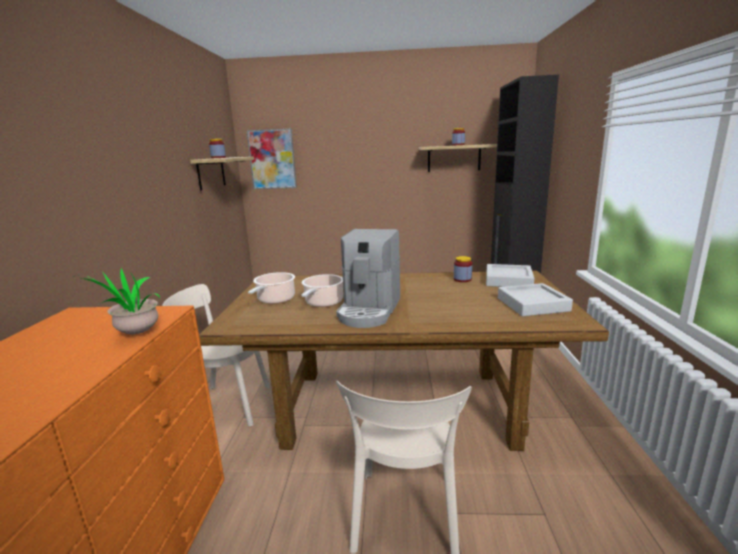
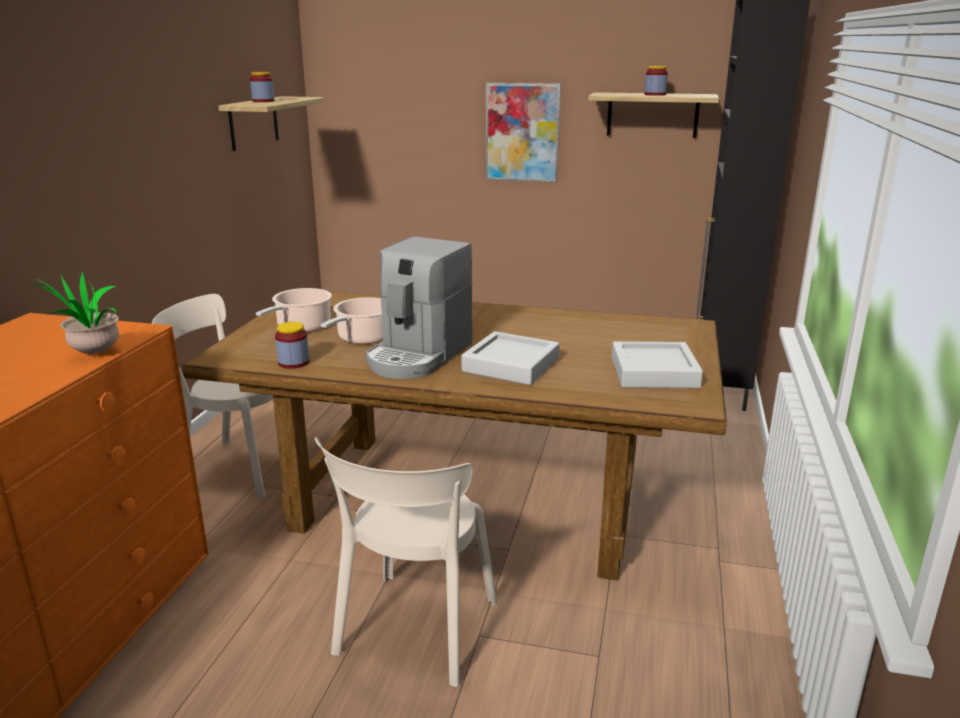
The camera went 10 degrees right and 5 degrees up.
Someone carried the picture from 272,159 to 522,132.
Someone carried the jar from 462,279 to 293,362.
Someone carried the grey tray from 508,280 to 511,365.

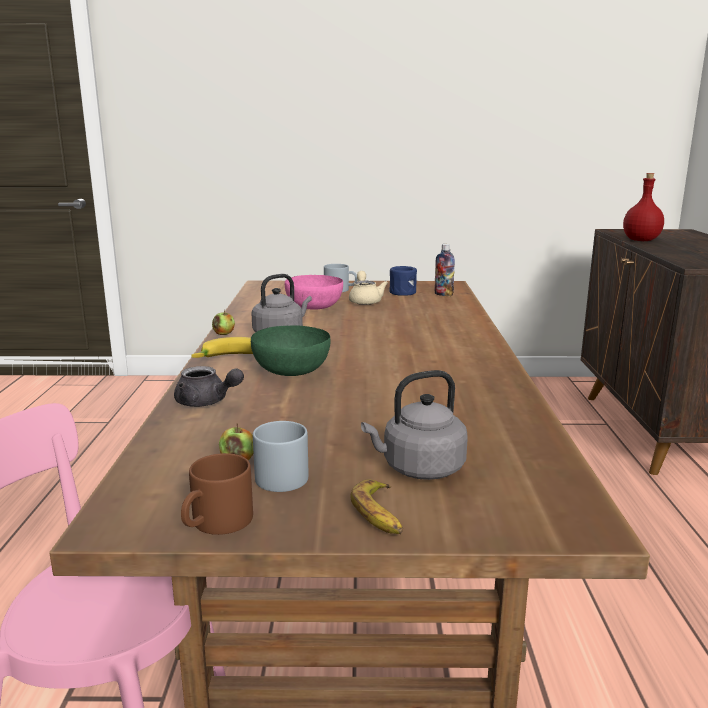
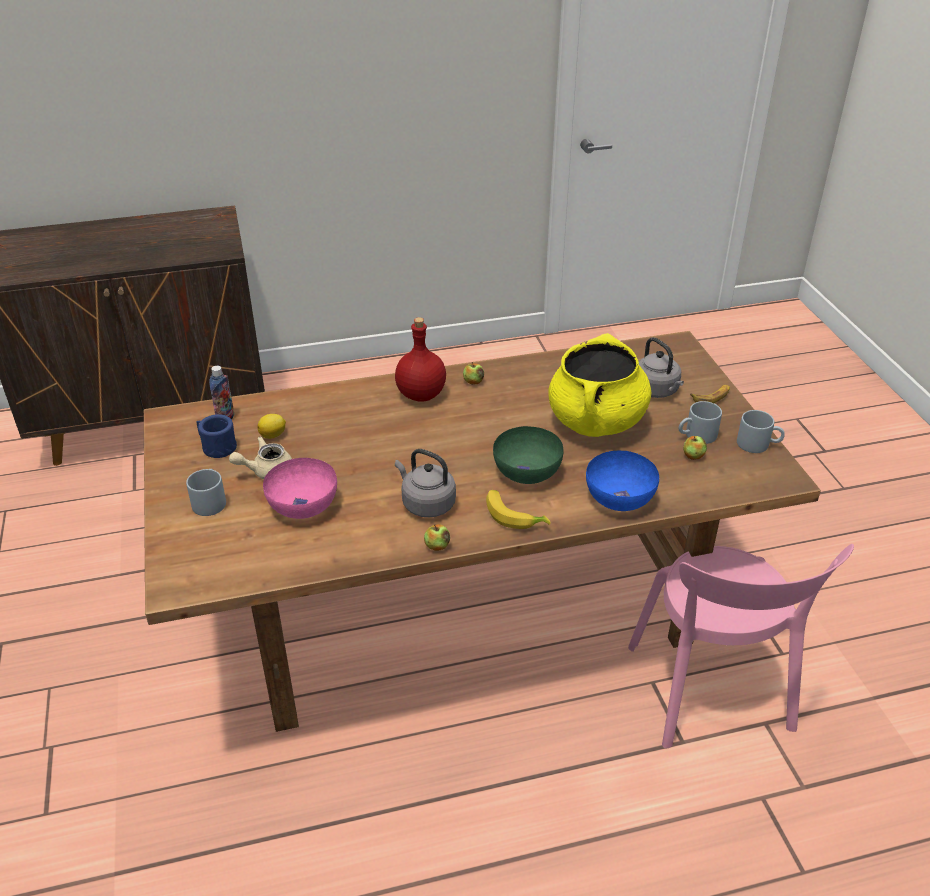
The camera went 105 degrees left and 20 degrees up.
Someone swapped the grey teapot at 206,402 for the blue bowl at 618,497.
Someone repainted the brown mug at 216,524, which became the grey mug at 758,444.
Someone carried the red bottle from 641,240 to 422,394.
Someone put down the lemon at 273,435.
Someone put down the apple at 473,381.
Someone put down the yellow cooking pot at 596,421.

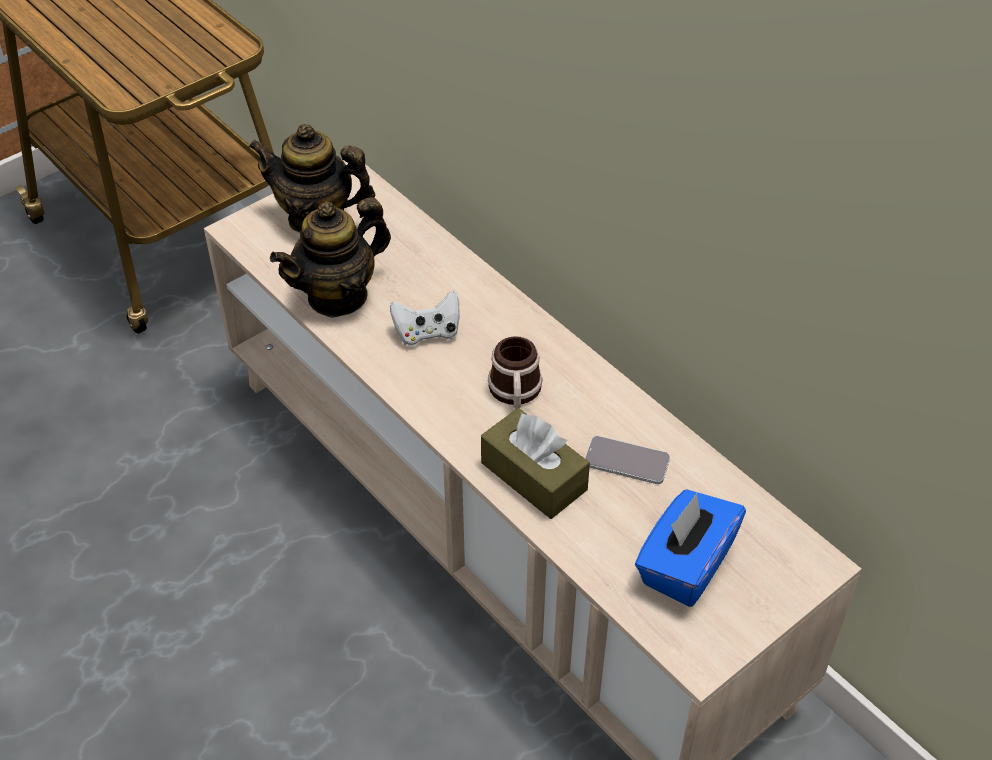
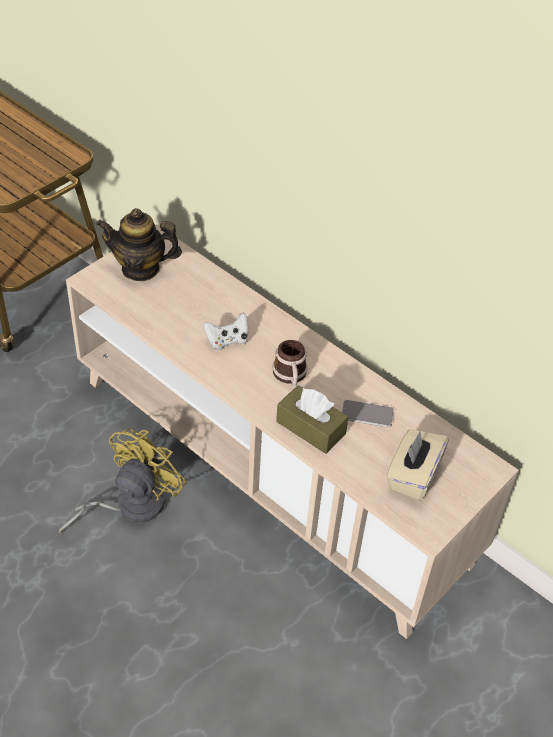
The camera went 10 degrees left and 0 degrees up.
Someone took away the teapot at 338,296.
Someone repainted the blue tissue box at 685,565, which became the beige tissue box at 412,476.
Someone put down the yellow fan at 130,505.

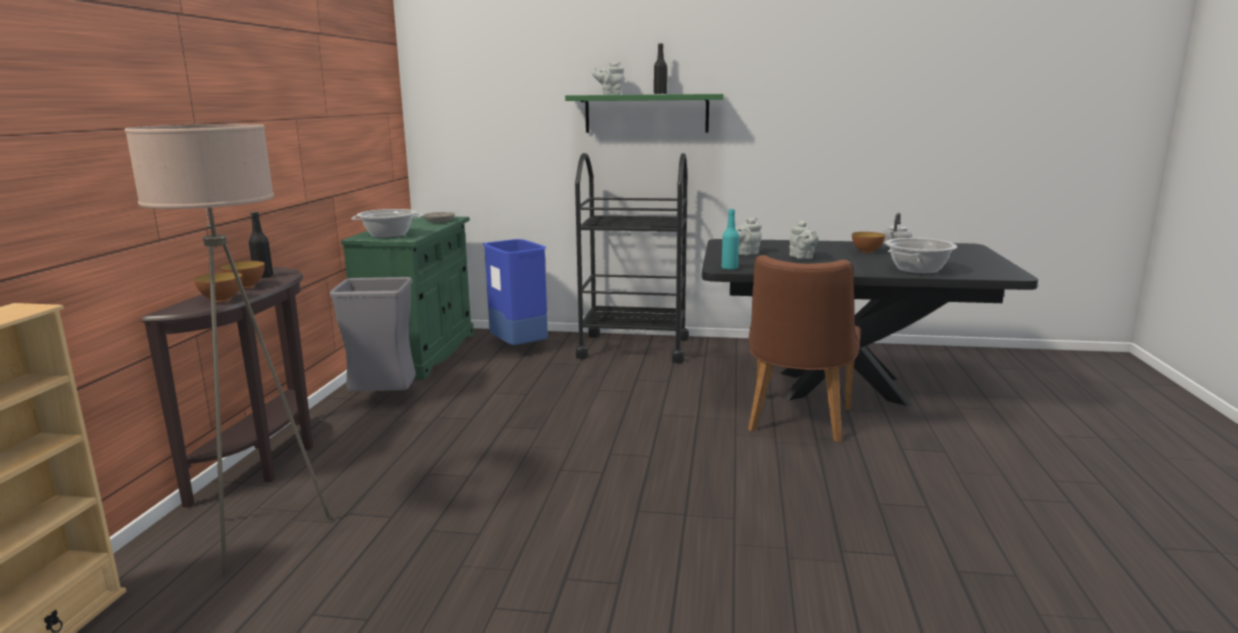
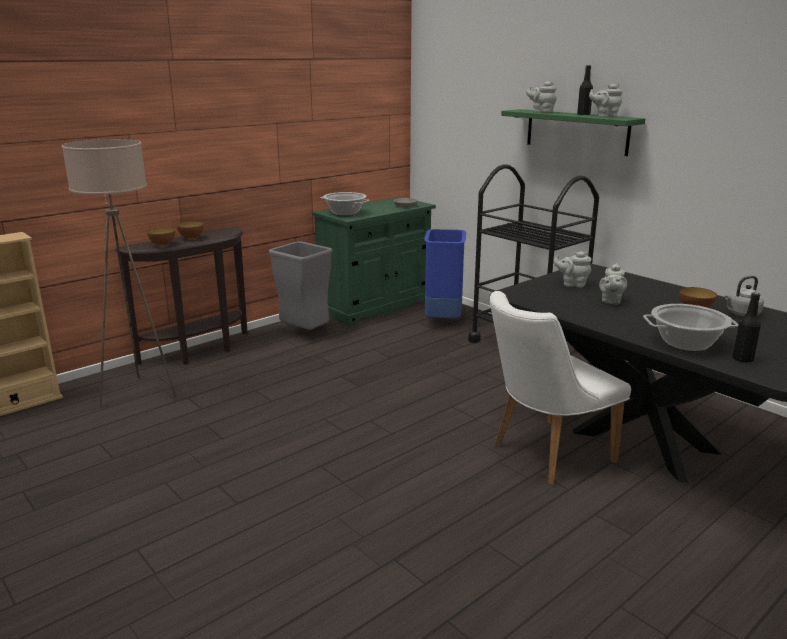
The camera went 40 degrees right and 5 degrees up.
Someone carried the black bottle from 263,276 to 742,359.
Someone took away the turquoise bottle at 729,268.
Someone repainted the brown chair at 796,423, which became the white chair at 543,454.
Someone put down the grey teapot at 605,116.

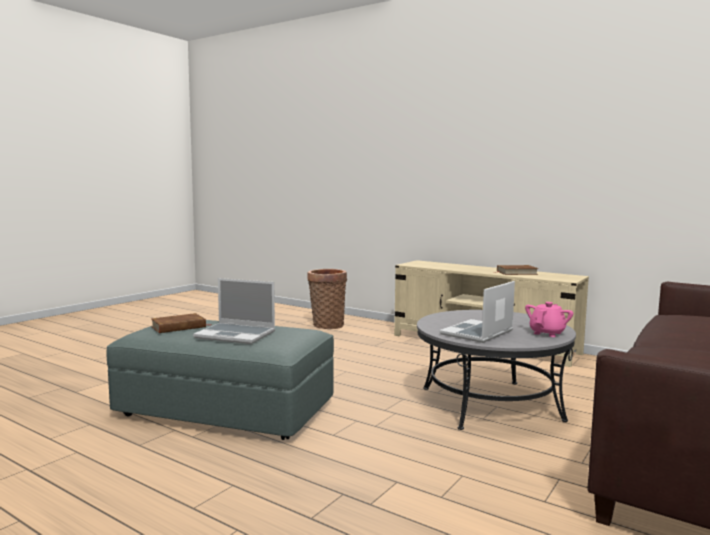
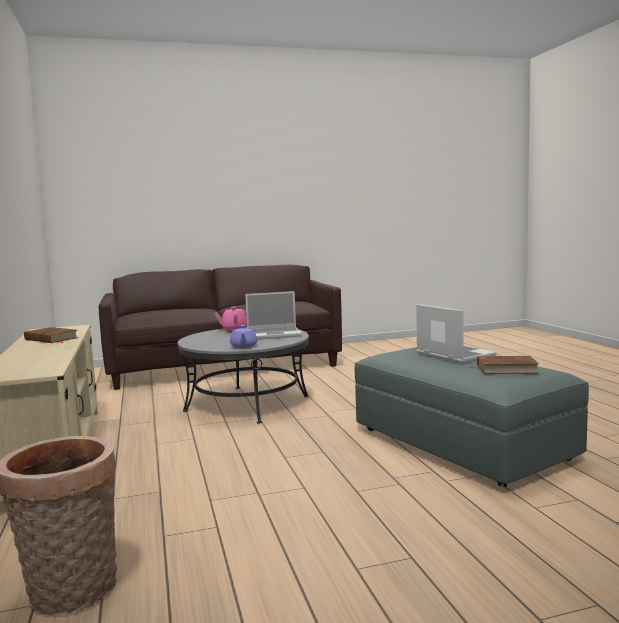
The camera went 140 degrees left and 0 degrees up.
Someone put down the purple teapot at 243,346.

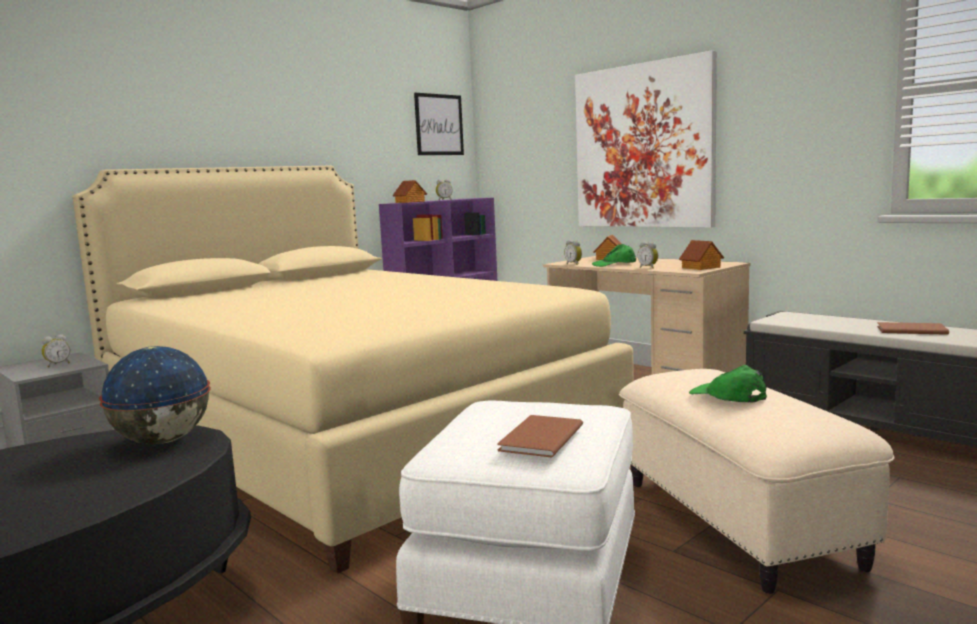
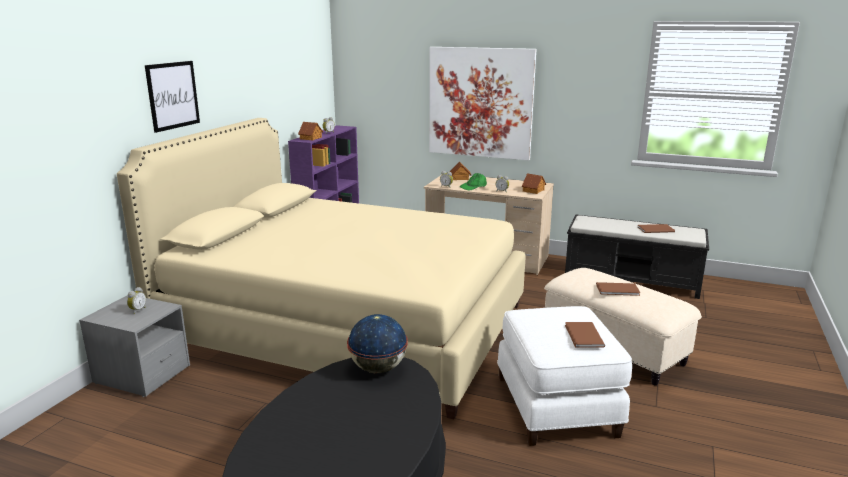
The camera went 25 degrees left and 10 degrees up.
Someone carried the picture from 439,124 to 173,95.
Someone swapped the green cap at 727,396 for the brown book at 619,290.

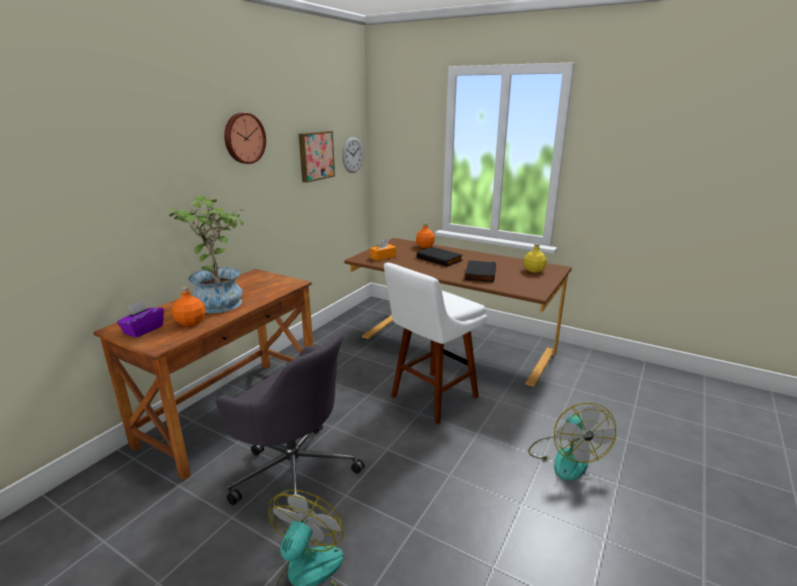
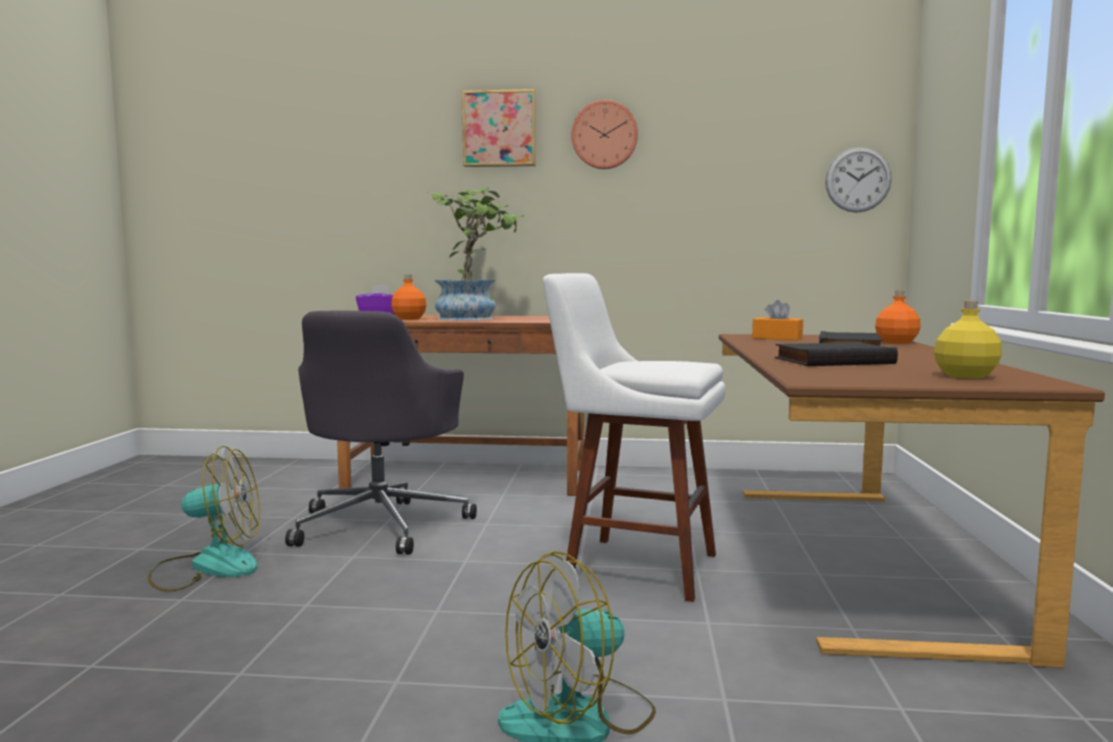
The camera went 65 degrees right and 15 degrees down.
Someone carried the picture from 315,156 to 499,129.

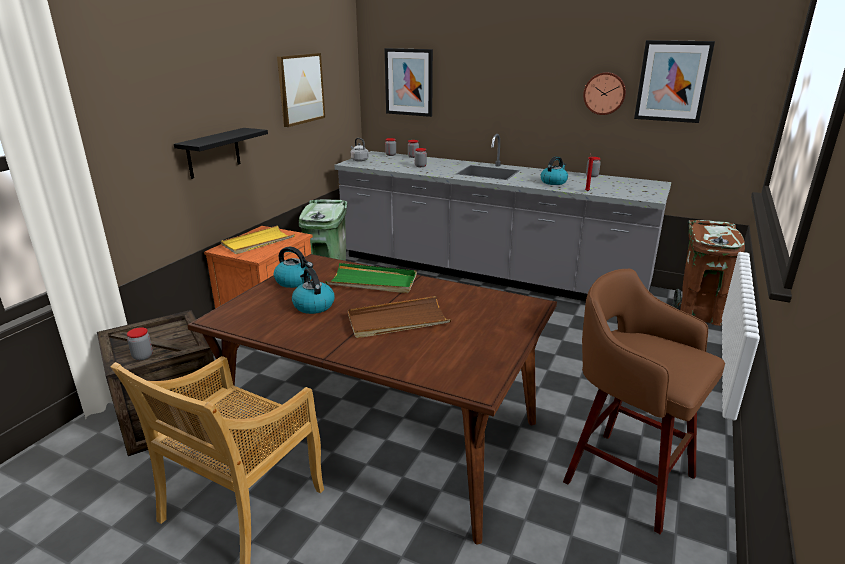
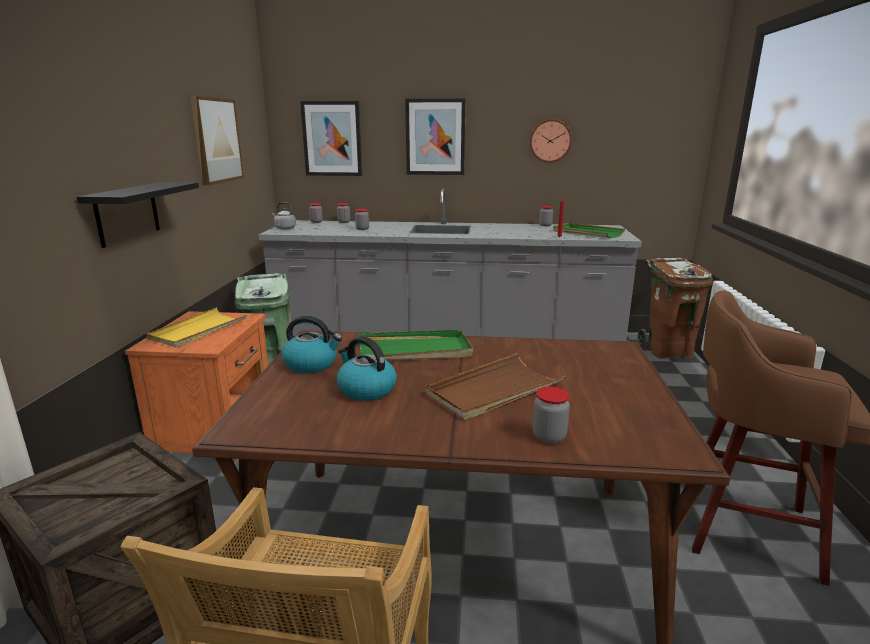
The camera went 20 degrees left and 5 degrees down.
Someone carried the jar from 142,356 to 549,437.
Someone took away the kettle at 553,182.
Someone carried the picture from 672,81 to 435,137.
Someone put down the green tray at 587,233.

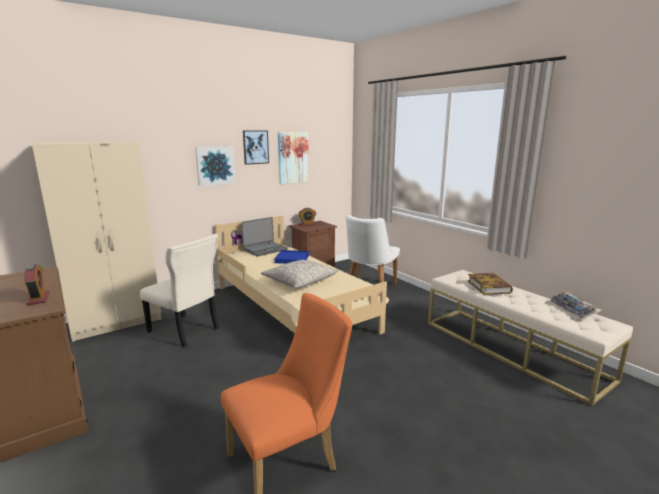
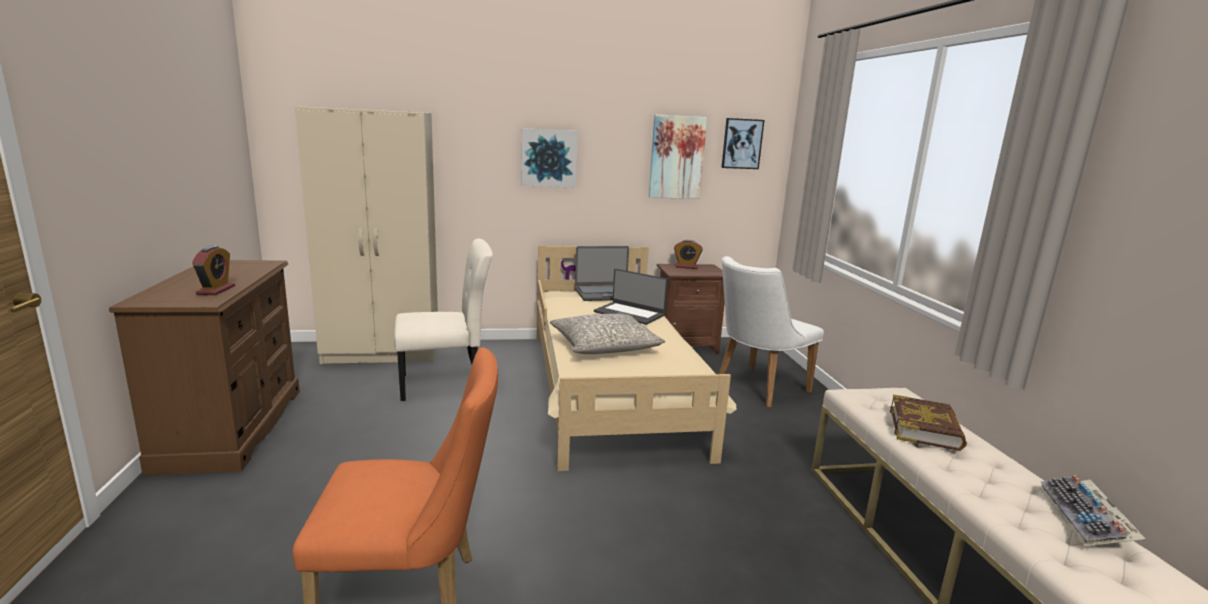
The camera went 25 degrees right and 0 degrees up.
Someone rotated the beige chair at 185,331 by 75 degrees counterclockwise.
Someone carried the picture from 255,147 to 742,143.
Someone swapped the blue tray at 292,259 for the laptop at 629,313.

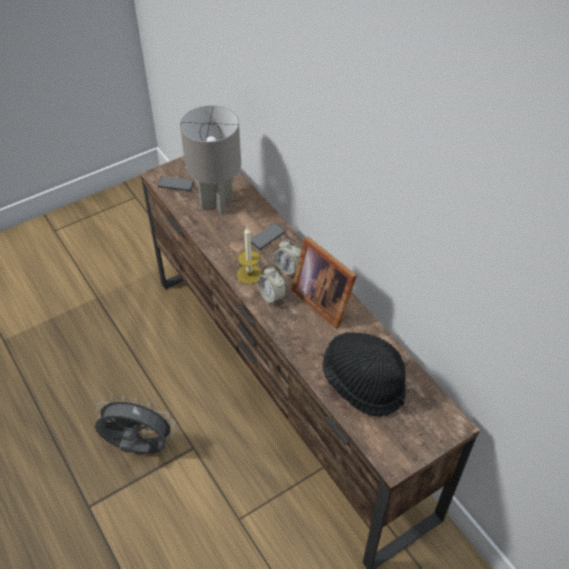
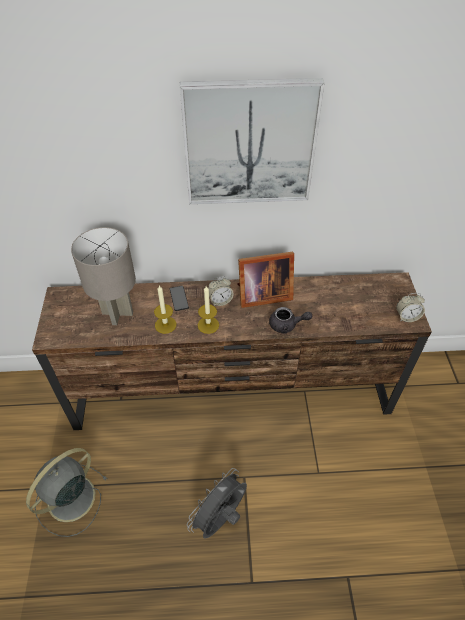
The camera went 60 degrees left and 0 degrees up.
Someone took away the phone at 176,184.
Someone carried the alarm clock from 272,296 to 407,317.
Someone took away the black hat at 363,383.
Someone put down the grey fan at 69,500.
Someone put down the candle at 165,325.
Someone put up the picture at 249,143.
Someone put down the grey teapot at 287,325.

